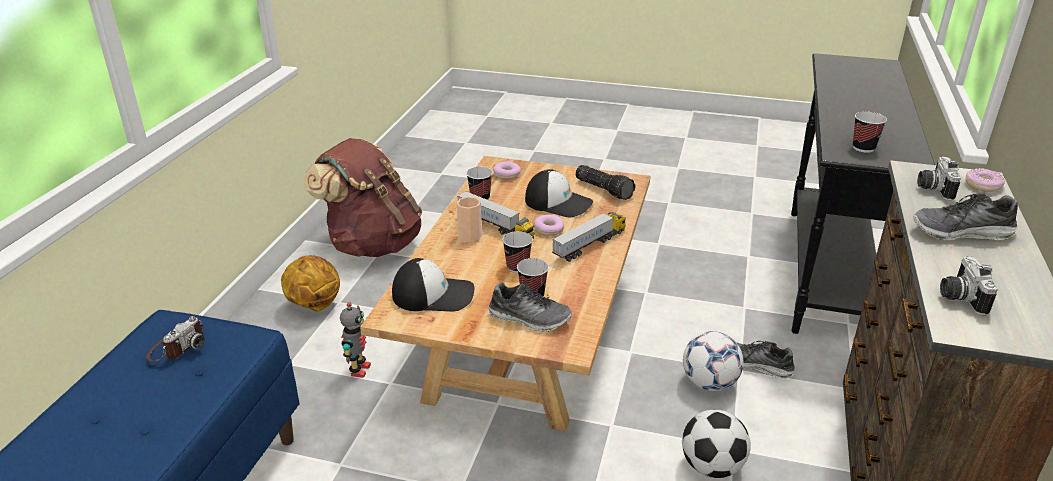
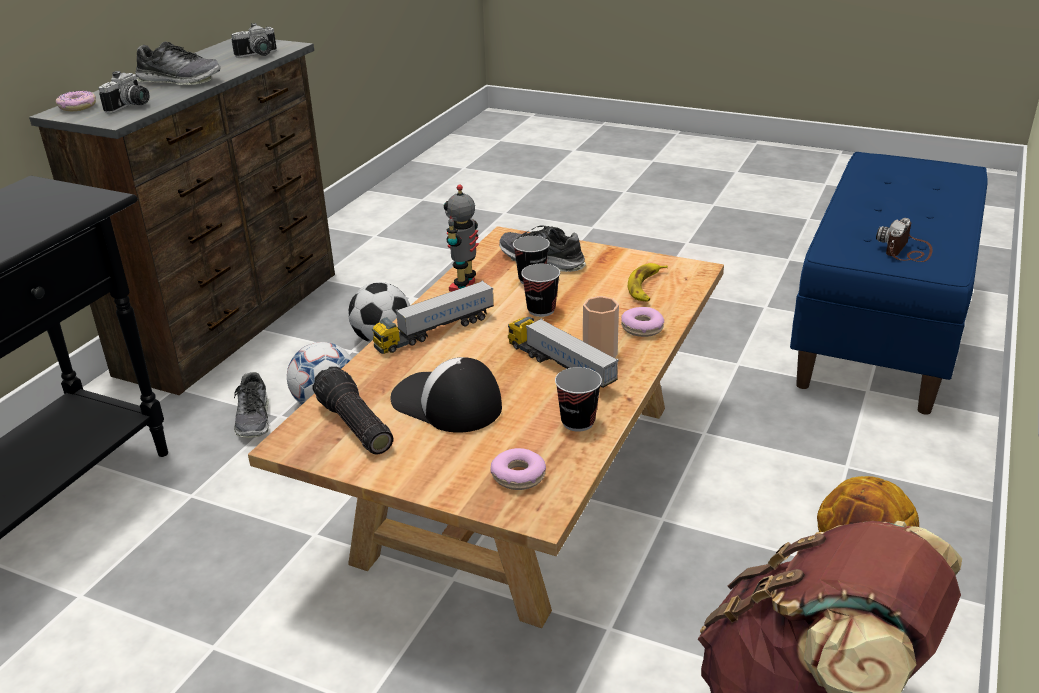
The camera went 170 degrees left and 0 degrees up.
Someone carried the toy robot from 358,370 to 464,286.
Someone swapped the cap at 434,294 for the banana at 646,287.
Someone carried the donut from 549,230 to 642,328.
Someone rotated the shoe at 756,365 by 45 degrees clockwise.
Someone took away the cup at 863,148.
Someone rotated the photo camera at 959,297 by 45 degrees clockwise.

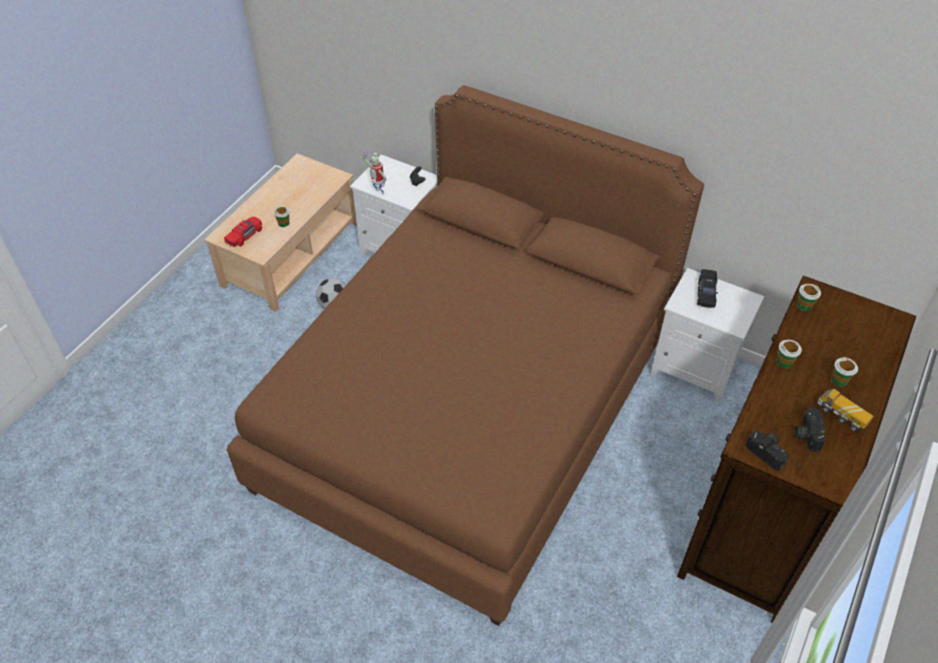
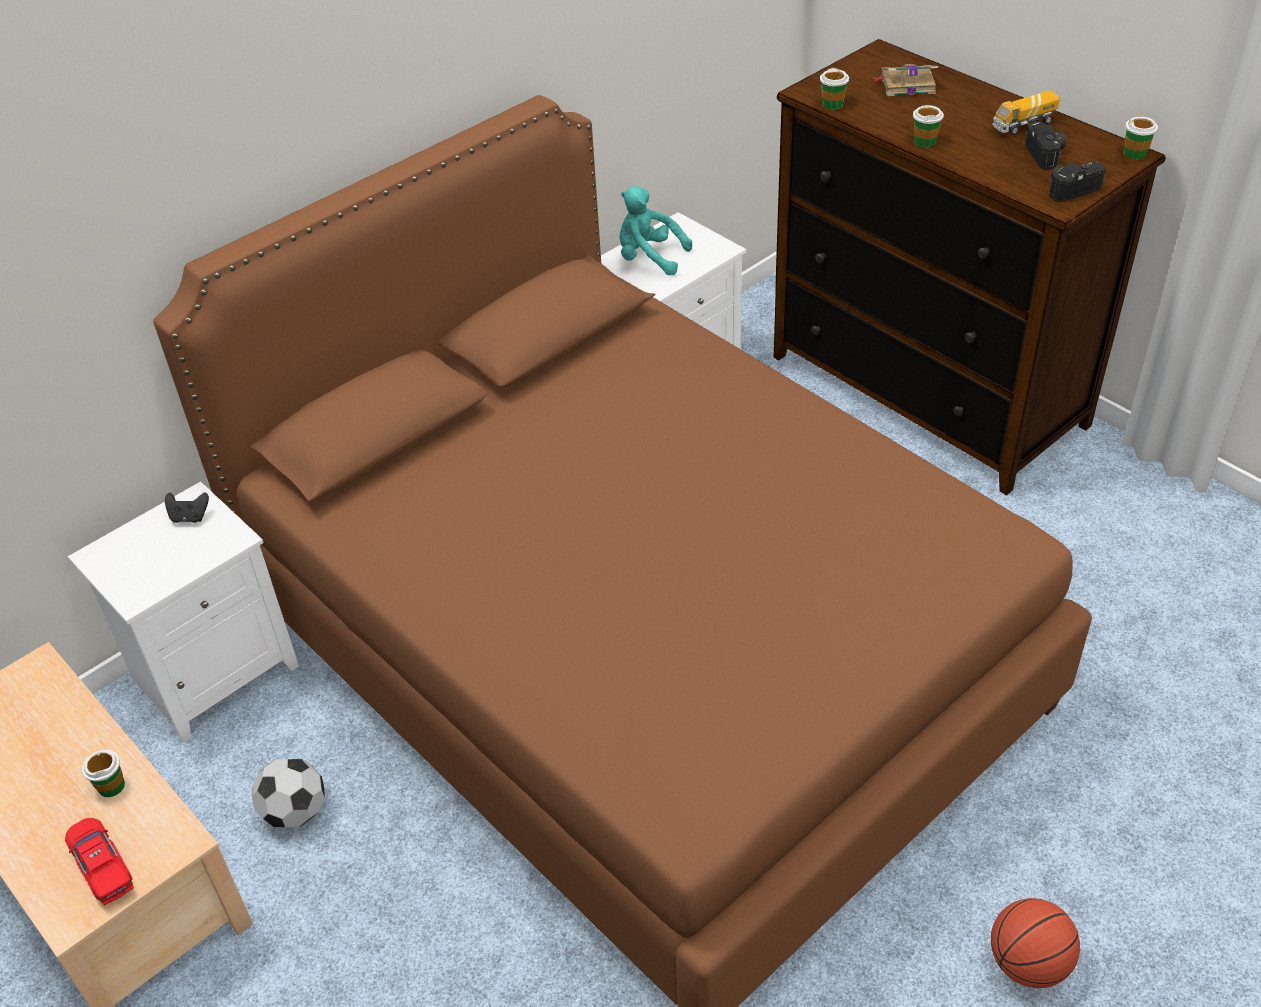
The camera went 70 degrees left and 5 degrees down.
Someone took away the toy robot at 378,192.
Someone swapped the black toy car at 706,293 for the turquoise plush toy at 649,258.
Someone rotated the photo camera at 806,434 by 120 degrees counterclockwise.
Someone carried the cup from 839,380 to 1135,153.
Someone put down the book at 906,85.
Someone put down the basketball at 1028,963.

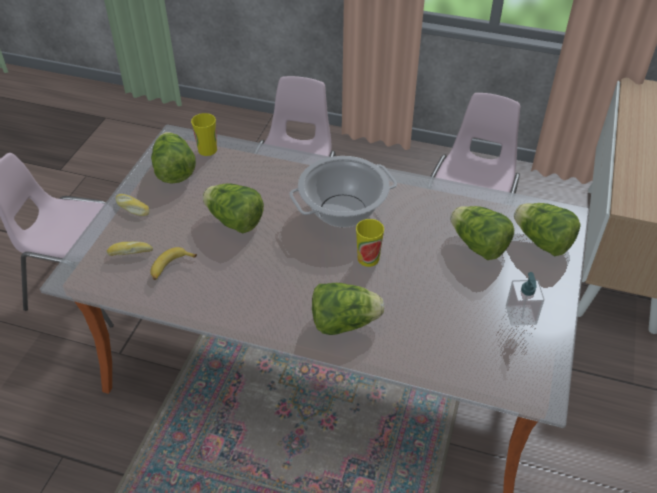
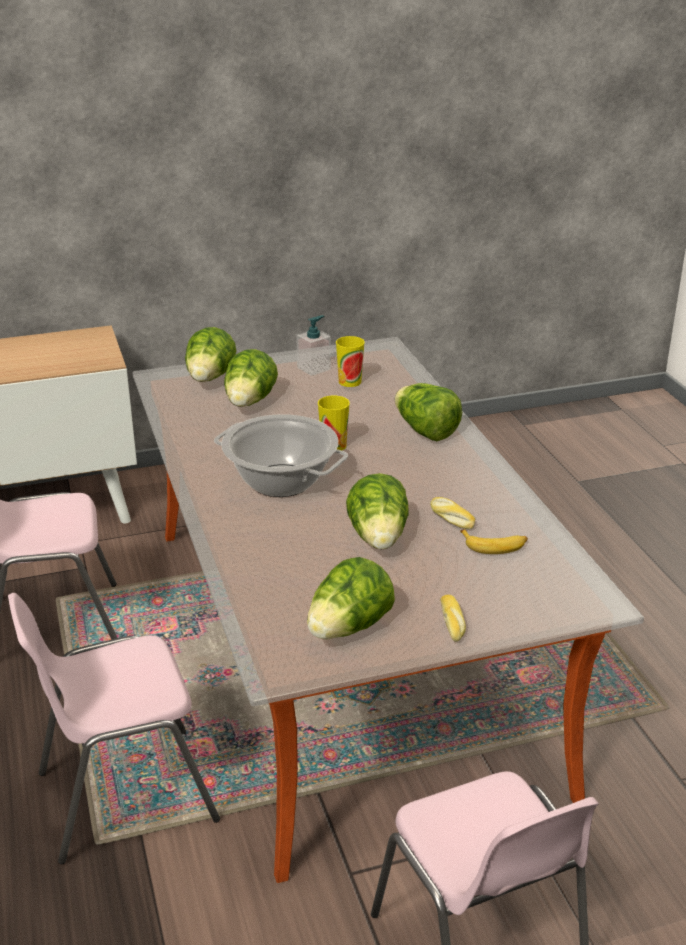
The camera went 125 degrees left and 15 degrees down.
Someone carried the bread from 130,252 to 450,518.
Someone carried the cup from 207,150 to 350,382.

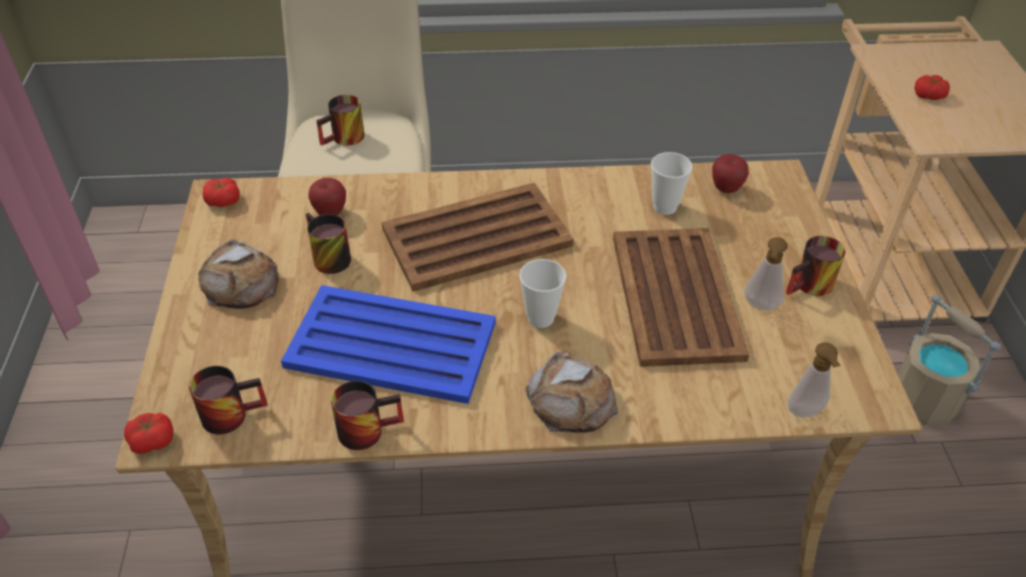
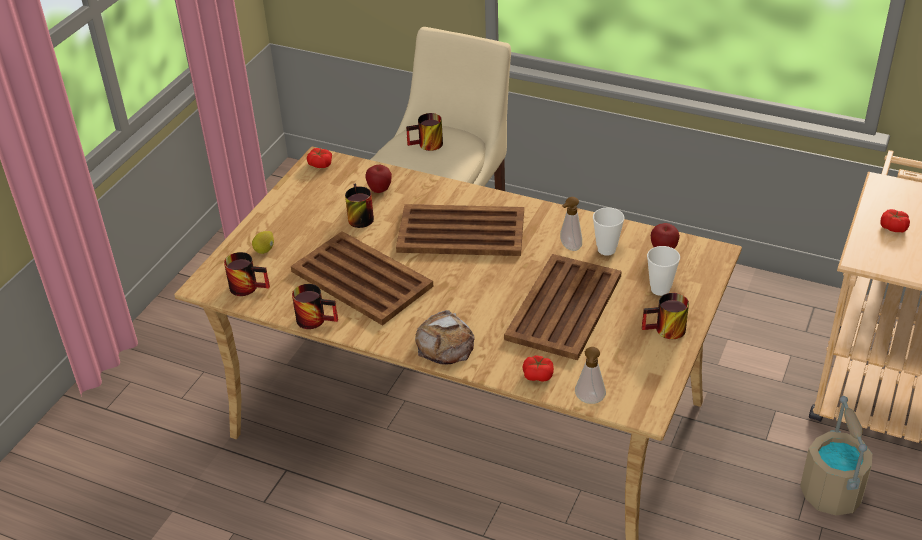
The camera went 30 degrees right and 5 degrees down.
Someone carried the tomato from 152,440 to 537,375.
Someone took away the bread at 241,283.
Someone repainted the blue tray at 389,344, which became the brown tray at 361,278.
Someone carried the cup from 540,318 to 660,289.
Someone carried the soap dispenser from 760,307 to 569,248.
Someone put down the lemon at 265,250.

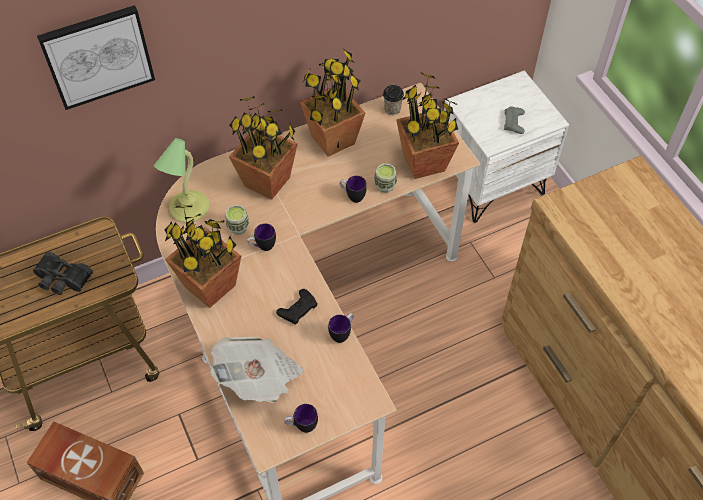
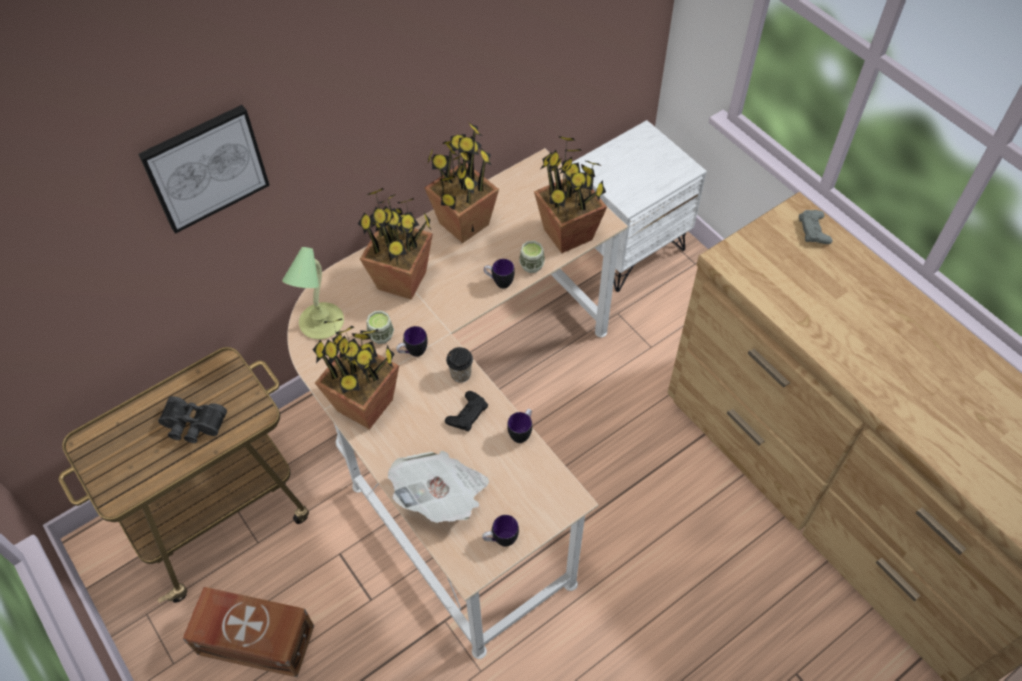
The camera went 10 degrees left and 0 degrees up.
Someone carried the cup from 392,109 to 461,374.
Someone carried the grey game controller from 514,122 to 814,230.

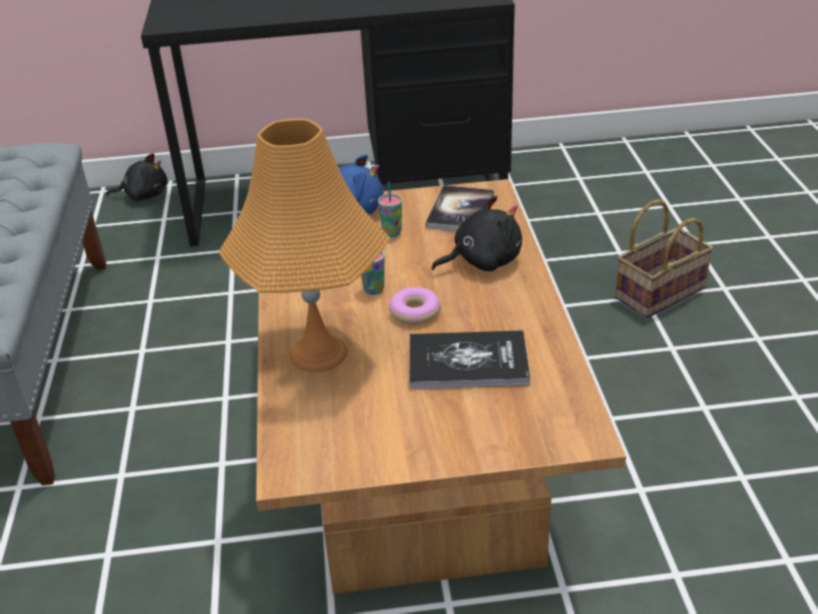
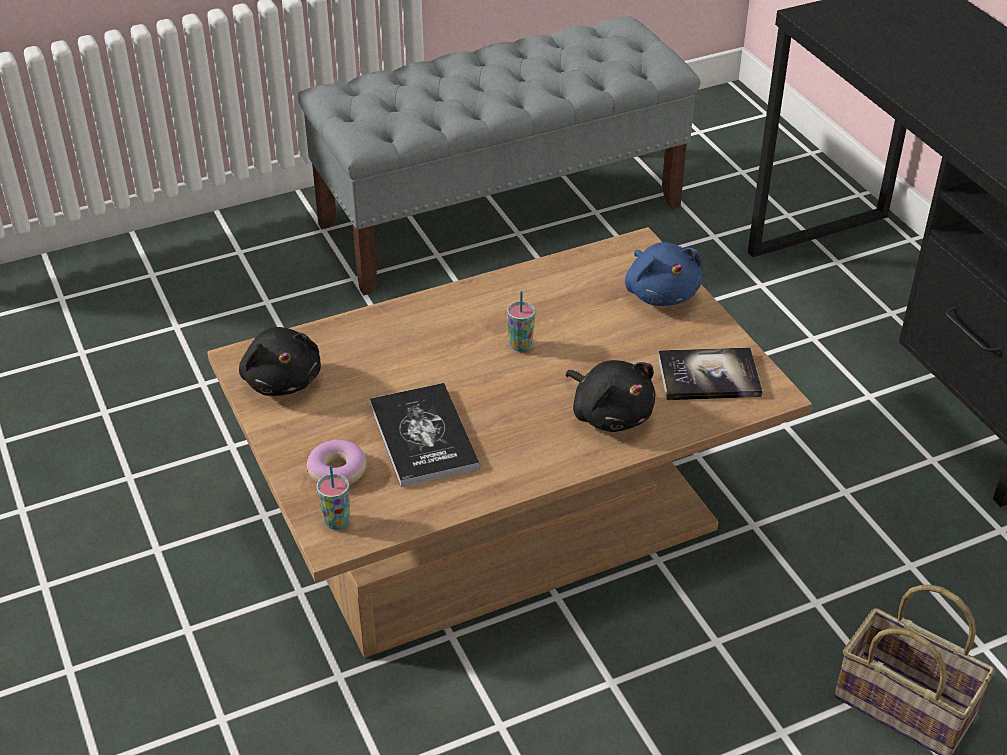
The camera went 70 degrees right and 5 degrees up.
Someone carried the black plush toy from 144,195 to 282,379.
Someone took away the orange table lamp at 317,353.
Someone carried the cup from 392,233 to 336,521.
Someone carried the donut from 414,312 to 337,470.

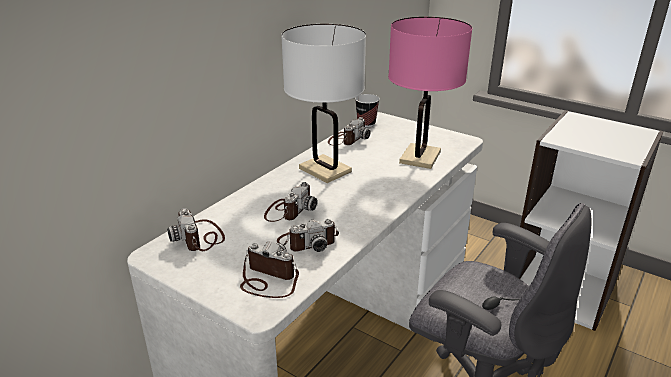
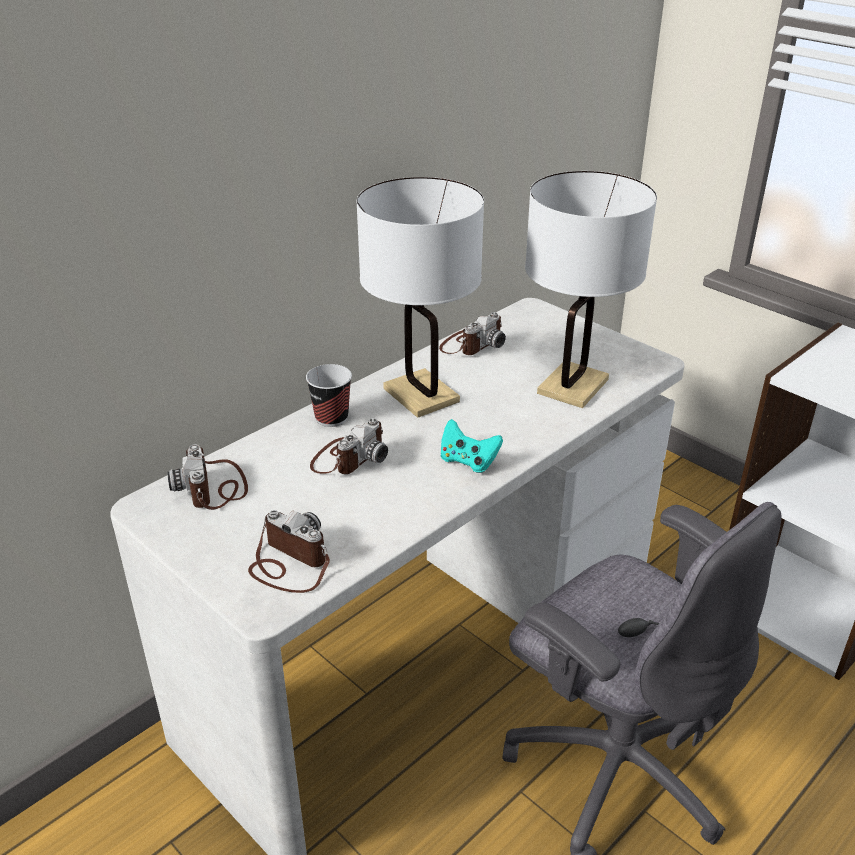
The camera went 10 degrees right and 5 degrees up.
Someone took away the photo camera at 308,241.
Someone carried the cup from 366,124 to 331,418.
Someone repainted the pink table lamp at 420,157, which became the white table lamp at 573,386.
Someone put down the turquoise game controller at 468,461.

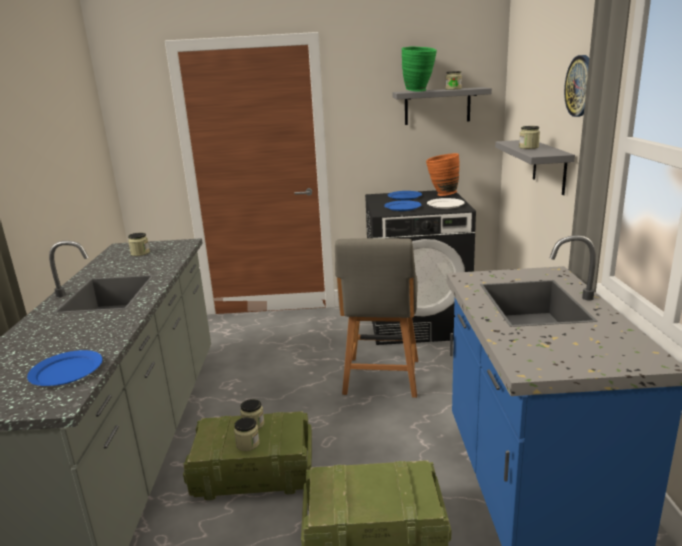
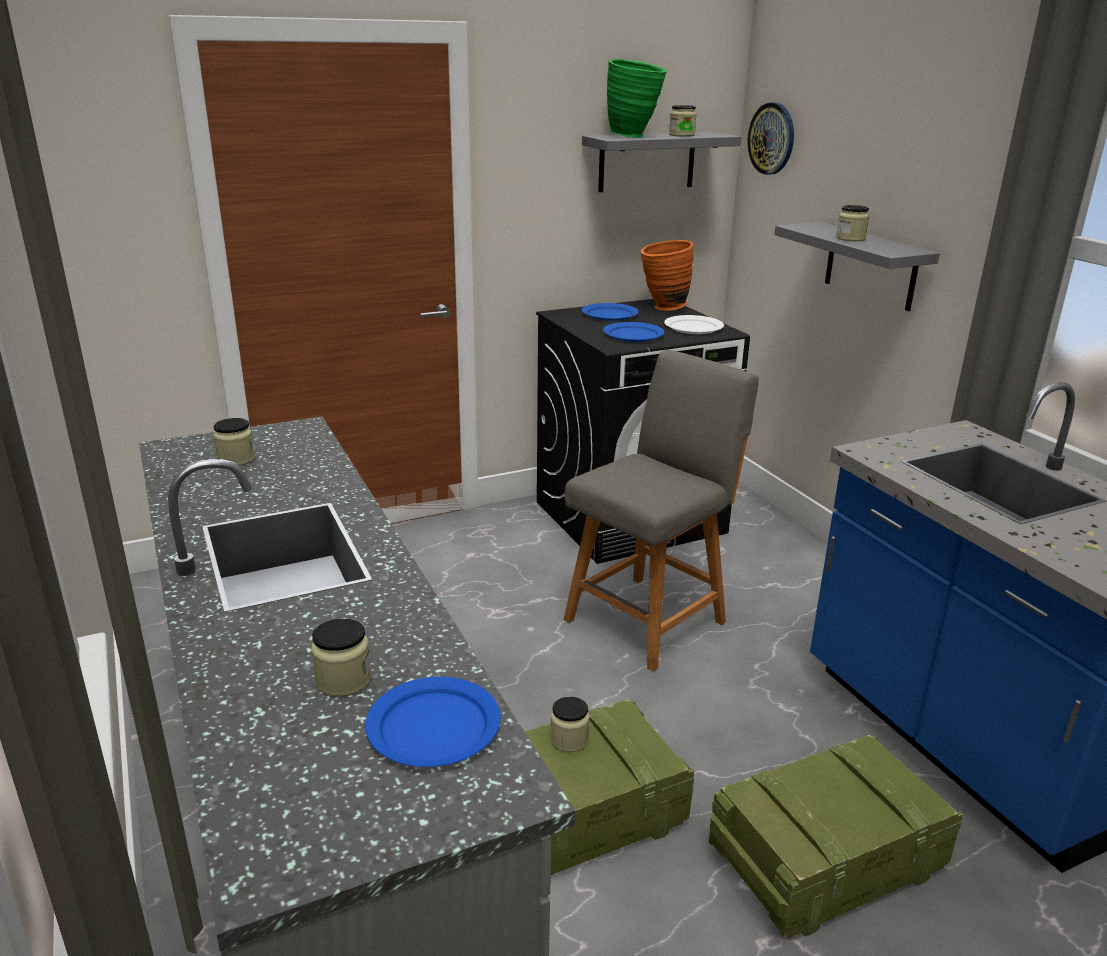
The camera went 25 degrees left and 5 degrees up.
Someone carried the jar from 248,444 to 343,680.
Someone rotated the grey chair at 381,378 by 120 degrees counterclockwise.
Someone carried the wall clock from 580,86 to 772,138.

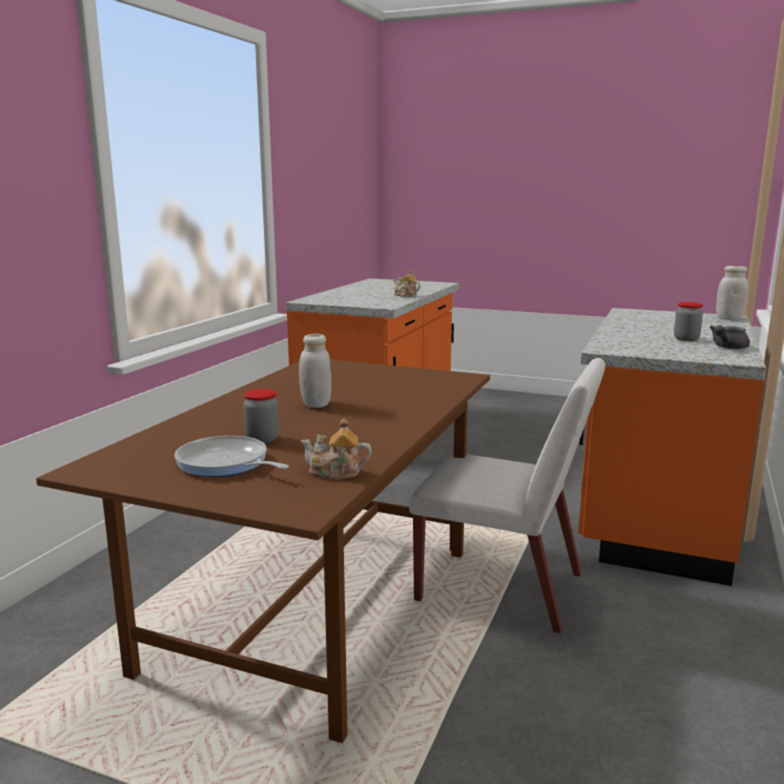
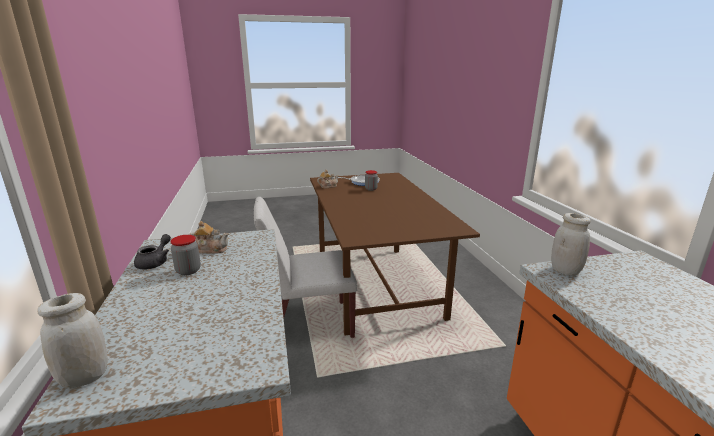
The camera went 145 degrees right and 5 degrees up.
Someone carried the white jar from 316,404 to 565,270.
Someone carried the teapot from 405,295 to 211,249.

